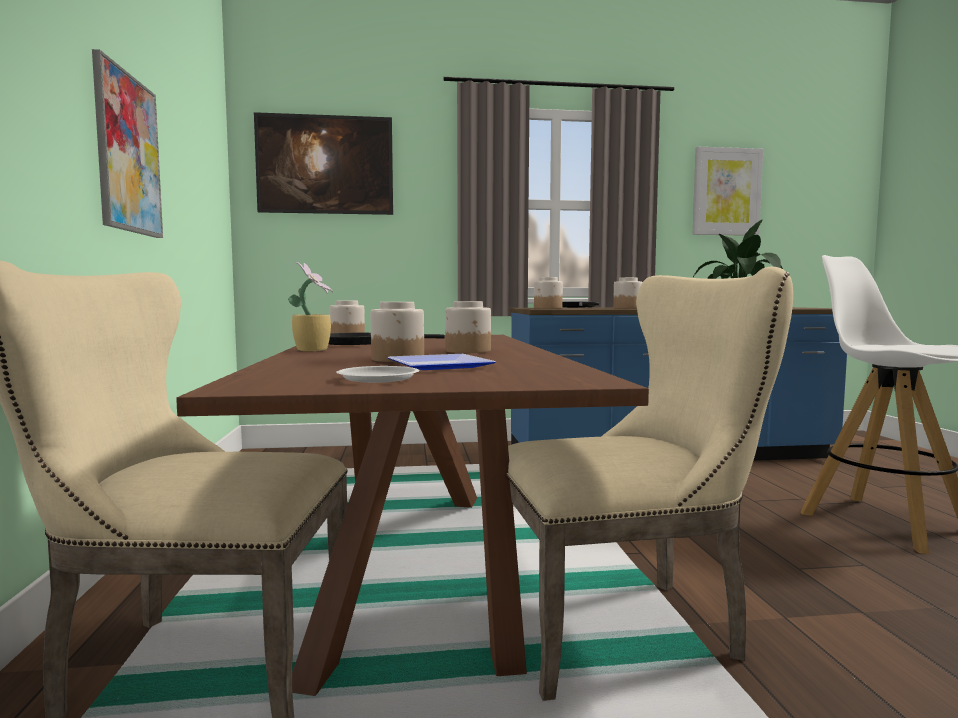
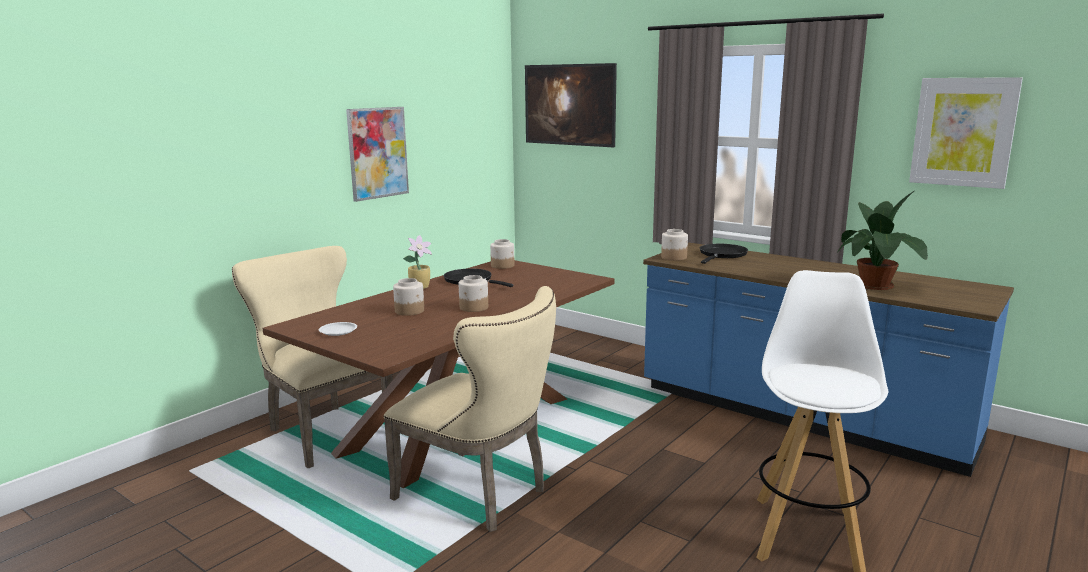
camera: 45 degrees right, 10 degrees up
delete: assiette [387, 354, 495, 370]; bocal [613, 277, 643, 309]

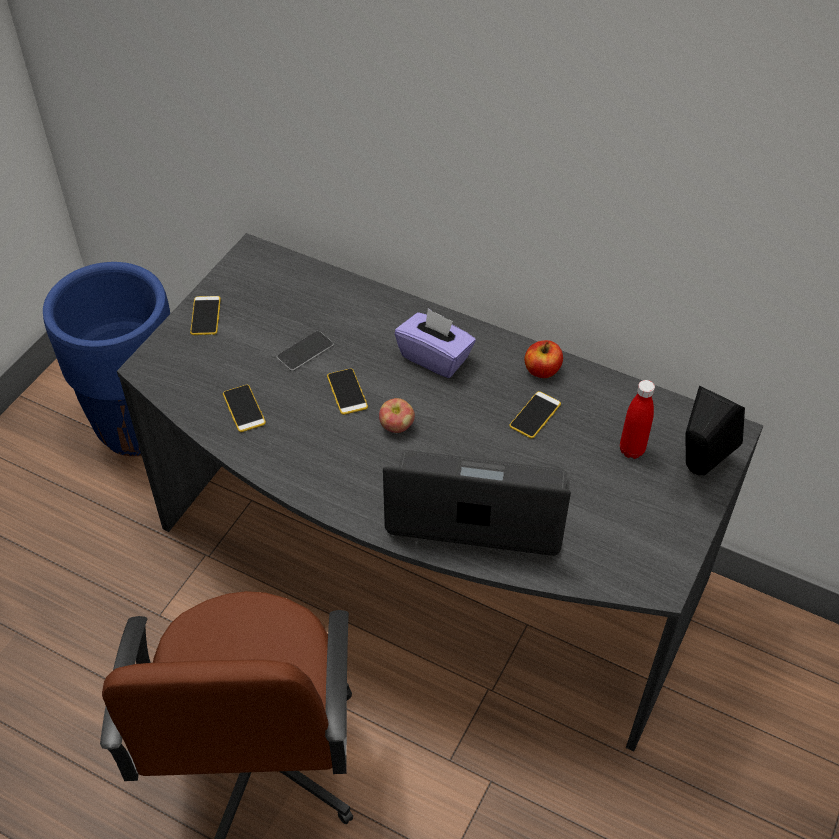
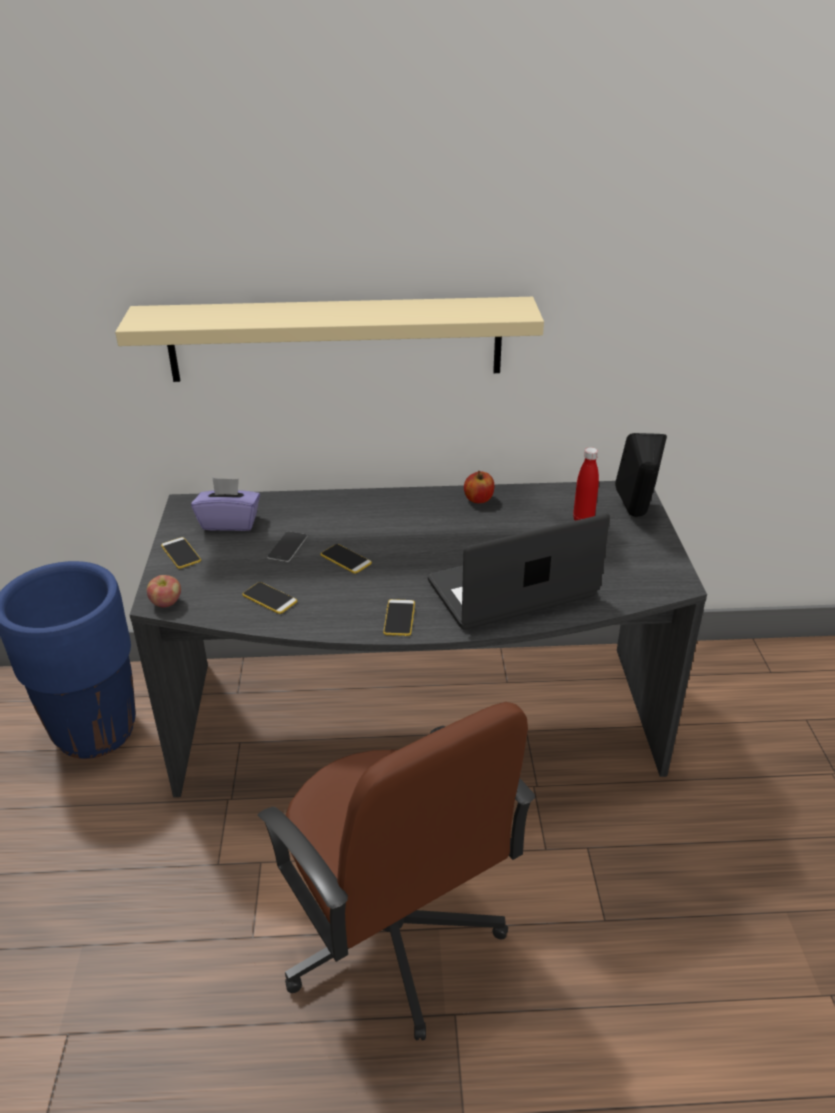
camera: 30 degrees left, 15 degrees down
insert: étagère/beige [115, 297, 544, 382]
move: pomme [379, 398, 415, 433] to [147, 575, 181, 607]; boîte à mouchoirs/violet [395, 308, 476, 378] to [191, 478, 260, 531]; téléphone [509, 391, 561, 438] to [383, 599, 415, 636]

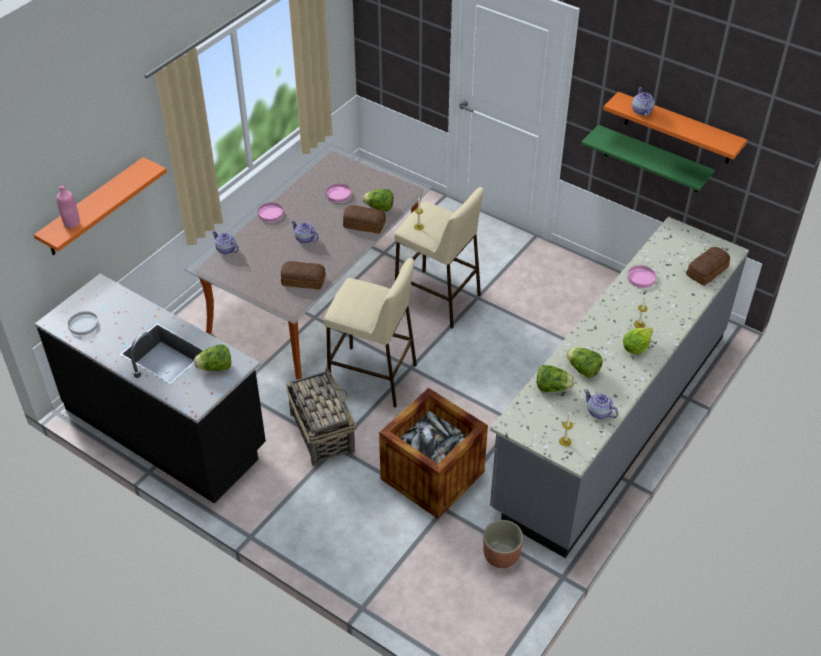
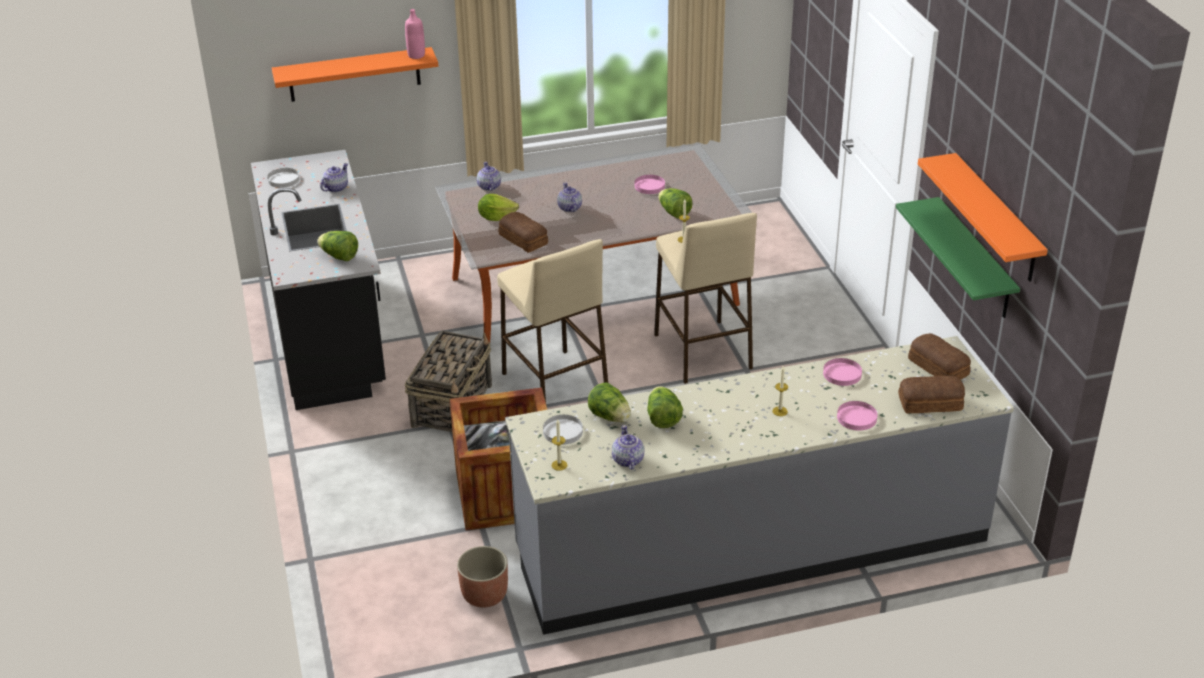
camera: 40 degrees right, 10 degrees down
insert: assiette/blanc [543, 415, 583, 445]
move: bouteille/rose [57, 185, 80, 228] to [405, 9, 425, 59]; assiette/rose [258, 203, 283, 222] to [837, 401, 877, 431]; pain [343, 205, 386, 234] to [908, 333, 971, 380]; laitue [623, 327, 653, 354] to [478, 194, 519, 221]; théière [632, 87, 655, 116] to [320, 163, 348, 192]

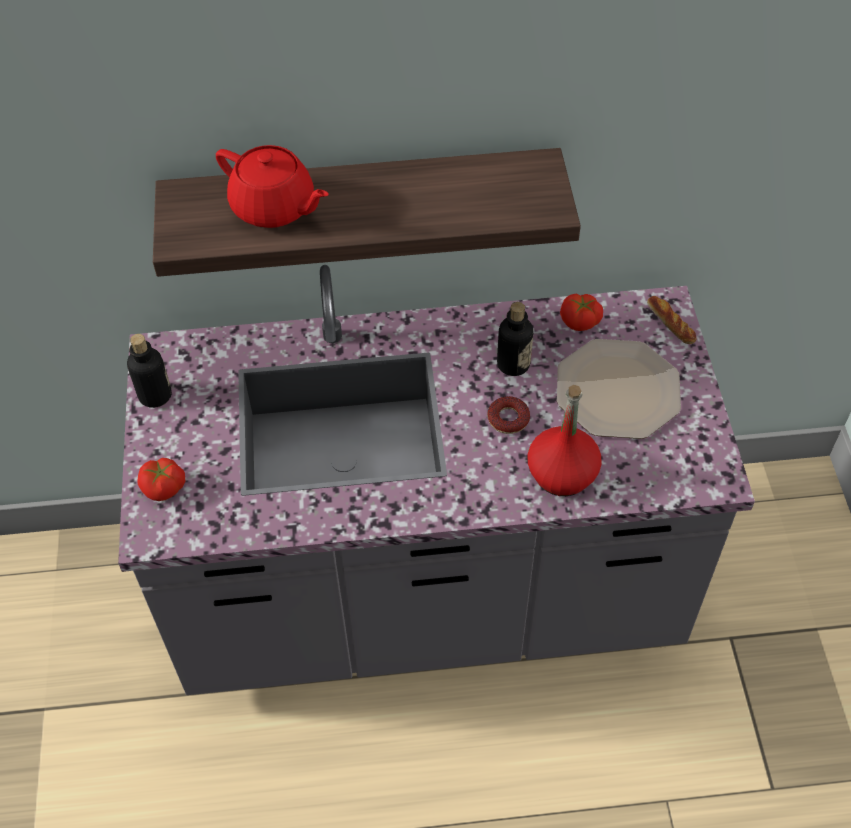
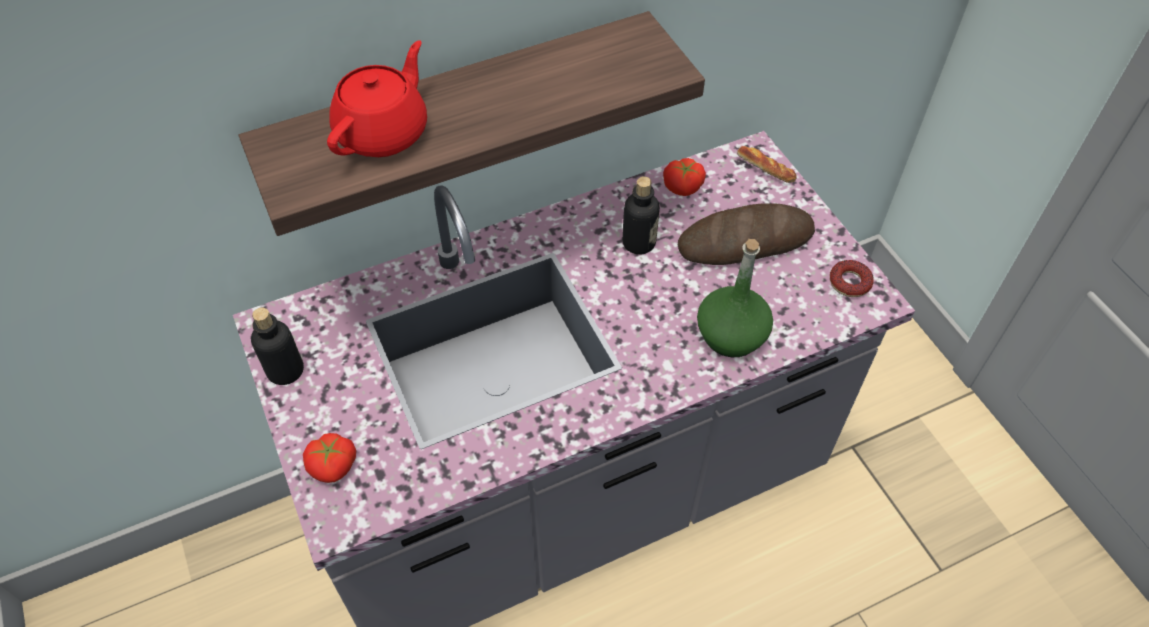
camera: 20 degrees left, 0 degrees up
move: beignet [487, 396, 530, 434] to [830, 260, 874, 297]
replace: assiette [557, 339, 681, 439] to pain [678, 203, 815, 265]
recolor: bouteille/rouge [528, 385, 602, 496] to bouteille/vert [697, 239, 773, 357]
rotate: théière/rouge [216, 145, 329, 228] = [327, 41, 427, 157] 75 degrees counterclockwise

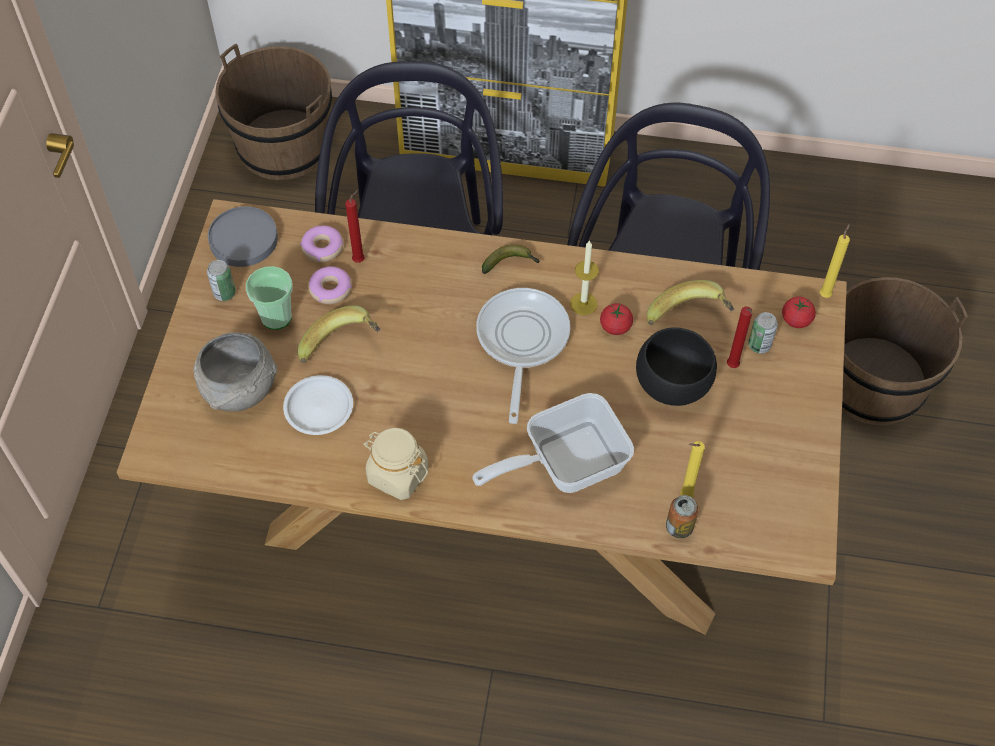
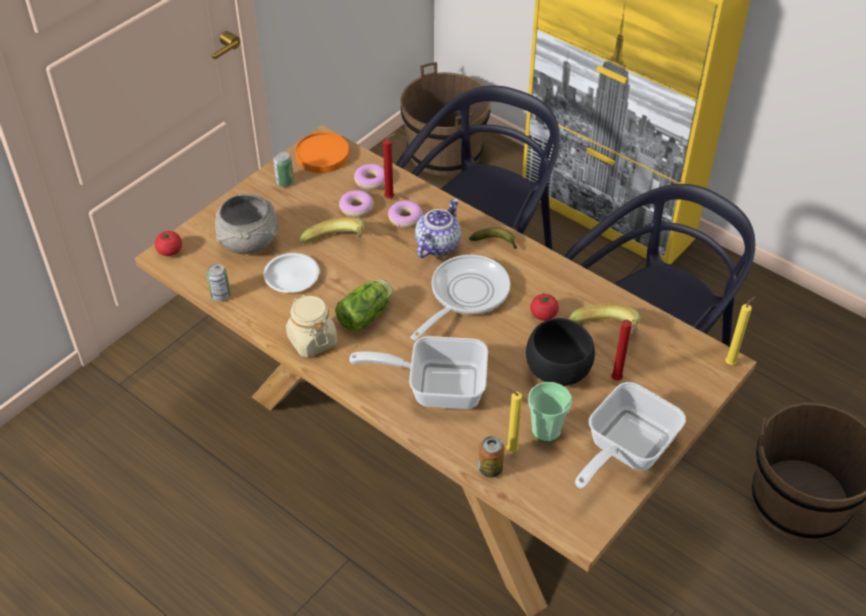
camera: 30 degrees right, 10 degrees down
delete: bougie [570, 240, 599, 315]
insert: laitue [335, 280, 393, 332]; beignet [388, 200, 423, 228]; théière [415, 199, 461, 258]; poêle [575, 382, 686, 489]
move: tasse [246, 266, 293, 330] to [528, 382, 572, 442]; boîte métallique [748, 312, 778, 354] to [207, 264, 230, 301]; tomate [782, 297, 816, 328] to [155, 231, 182, 256]
recolor: assiette/gris [208, 206, 278, 267] to assiette/orange [295, 132, 349, 173]

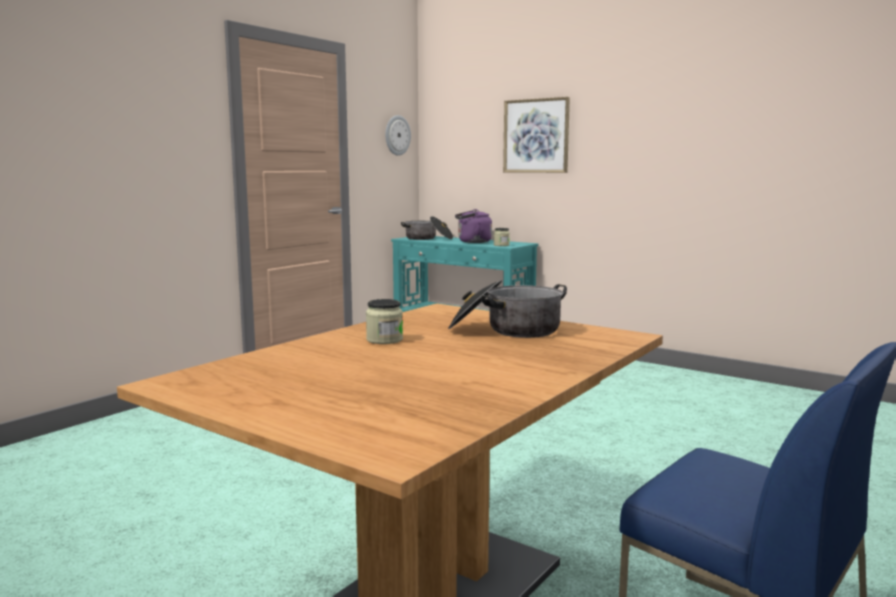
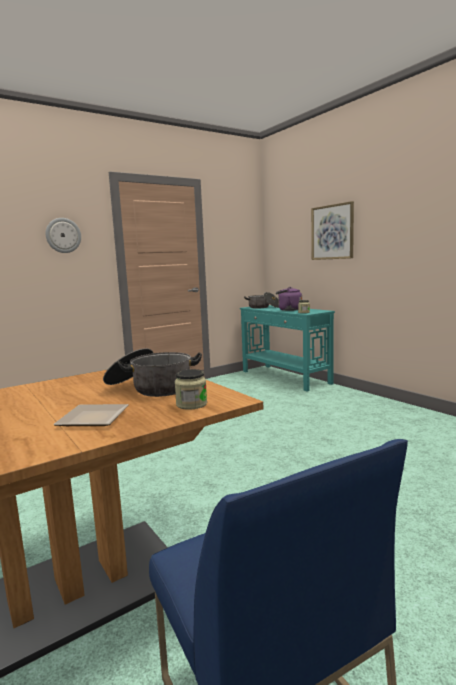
camera: 20 degrees right, 0 degrees up
insert: assiette [53, 404, 128, 426]
move: bocal [366, 299, 403, 344] to [175, 369, 207, 410]; horloge murale [385, 115, 411, 156] to [46, 218, 81, 253]

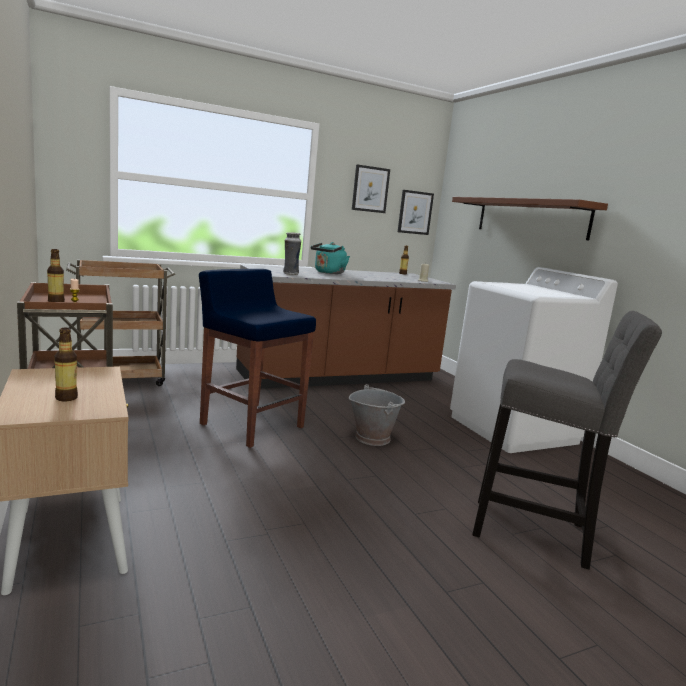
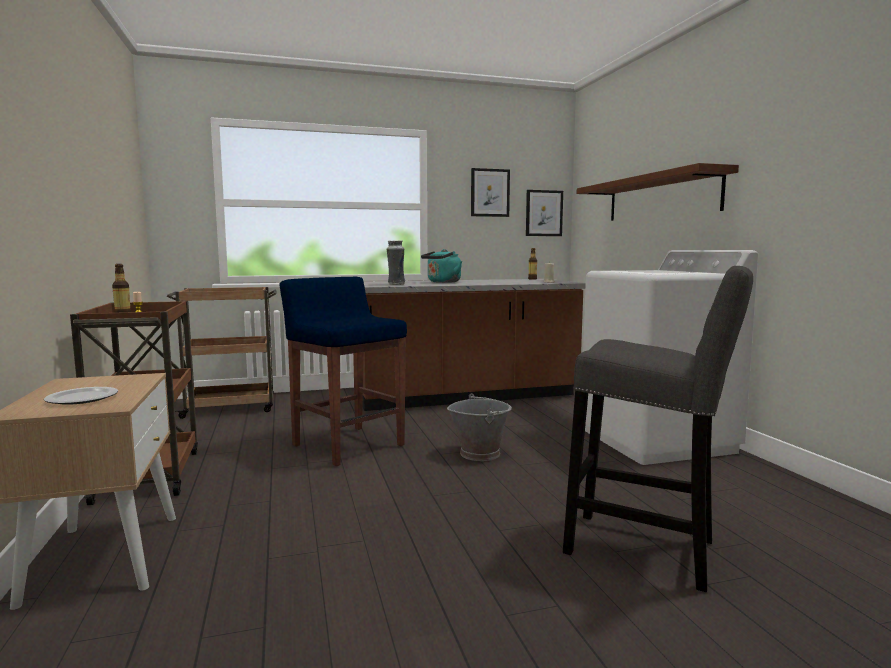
camera: 10 degrees right, 5 degrees down
replace: bouteille [54, 328, 78, 401] to assiette [44, 387, 118, 405]

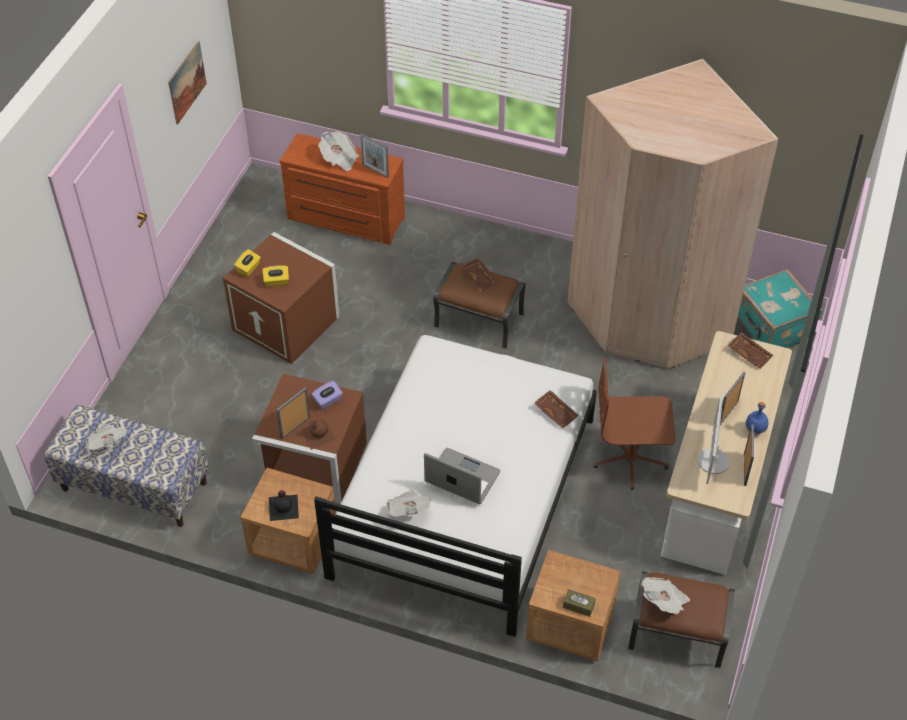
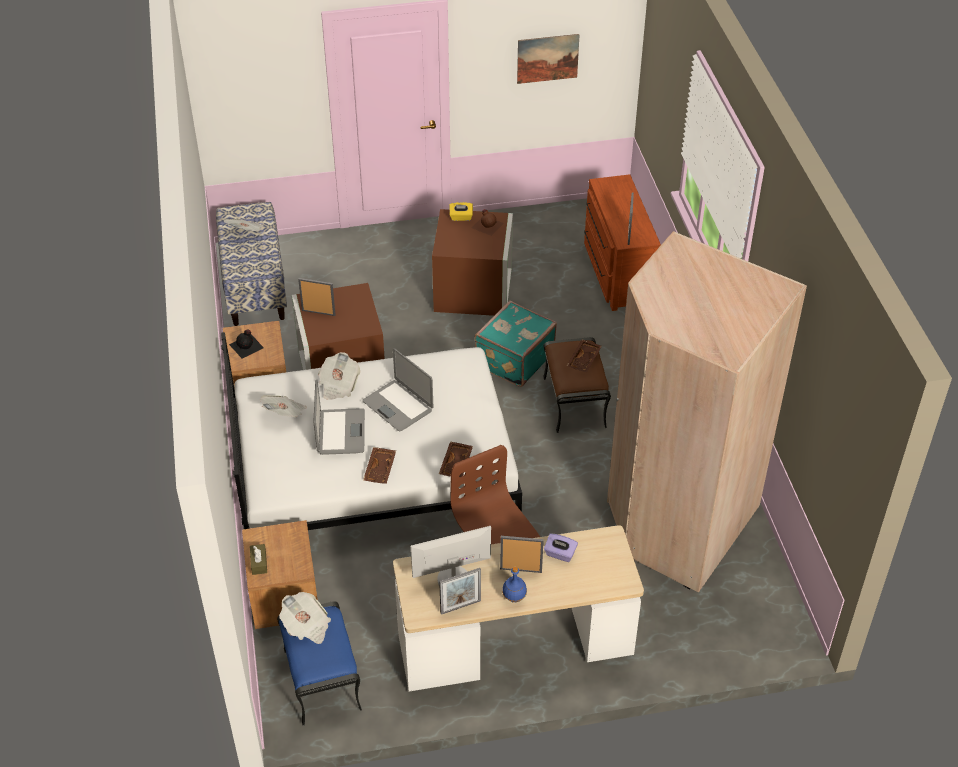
camera: 60 degrees right, 5 degrees down
delete: boîte à mouchoirs/jaune [262, 265, 289, 287]
insert: ordinateur portable [363, 348, 433, 431]
move: bouteille/marron [300, 420, 336, 450] to [472, 209, 504, 236]; boîte à mouchoirs/violet [311, 381, 343, 409] to [544, 533, 578, 562]; journal [318, 131, 359, 171] to [318, 352, 360, 400]; plateau/marron [728, 332, 774, 369] to [363, 447, 396, 484]; valise/turquoise [737, 269, 822, 349] to [475, 300, 557, 387]
recolor: pouf/marron [628, 571, 735, 668] to pouf/bleu [277, 601, 362, 726]

